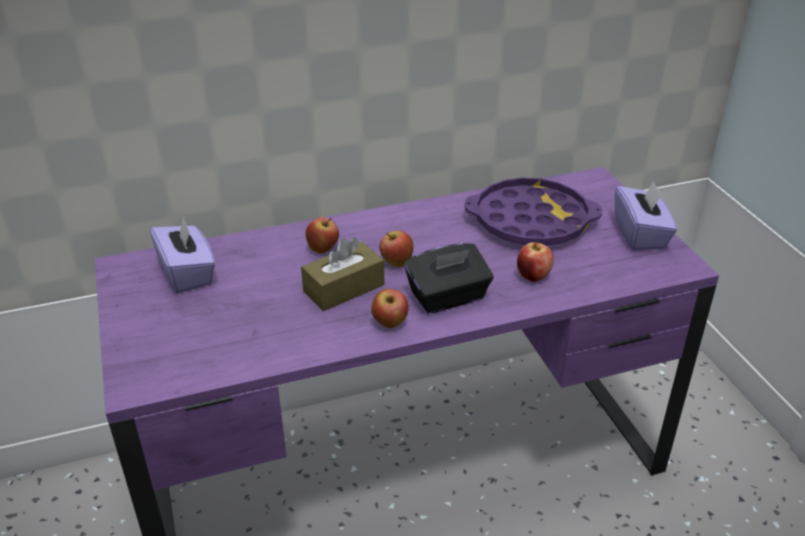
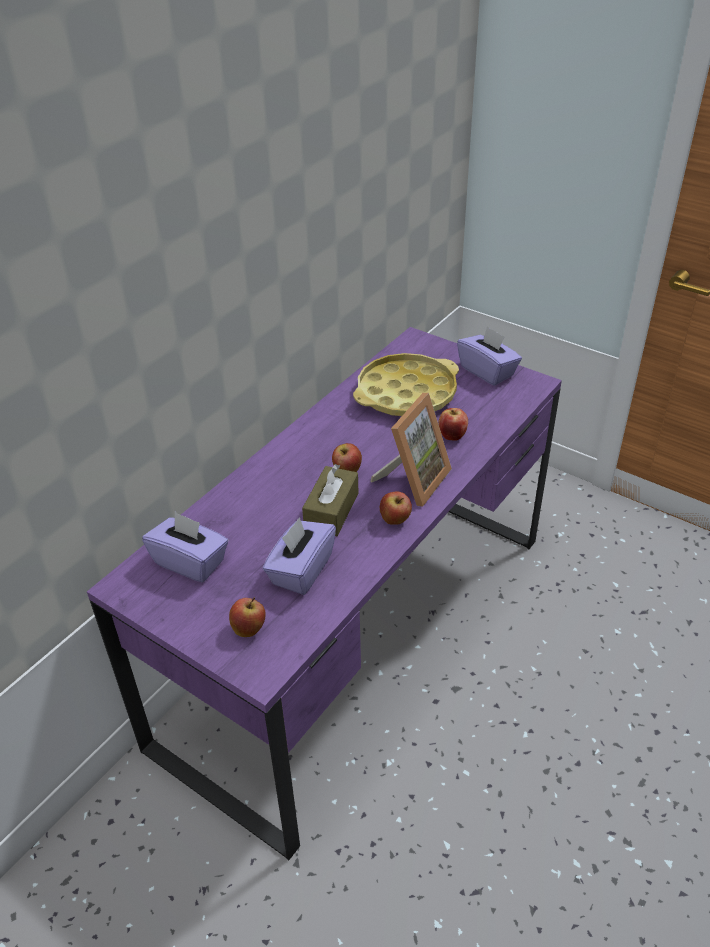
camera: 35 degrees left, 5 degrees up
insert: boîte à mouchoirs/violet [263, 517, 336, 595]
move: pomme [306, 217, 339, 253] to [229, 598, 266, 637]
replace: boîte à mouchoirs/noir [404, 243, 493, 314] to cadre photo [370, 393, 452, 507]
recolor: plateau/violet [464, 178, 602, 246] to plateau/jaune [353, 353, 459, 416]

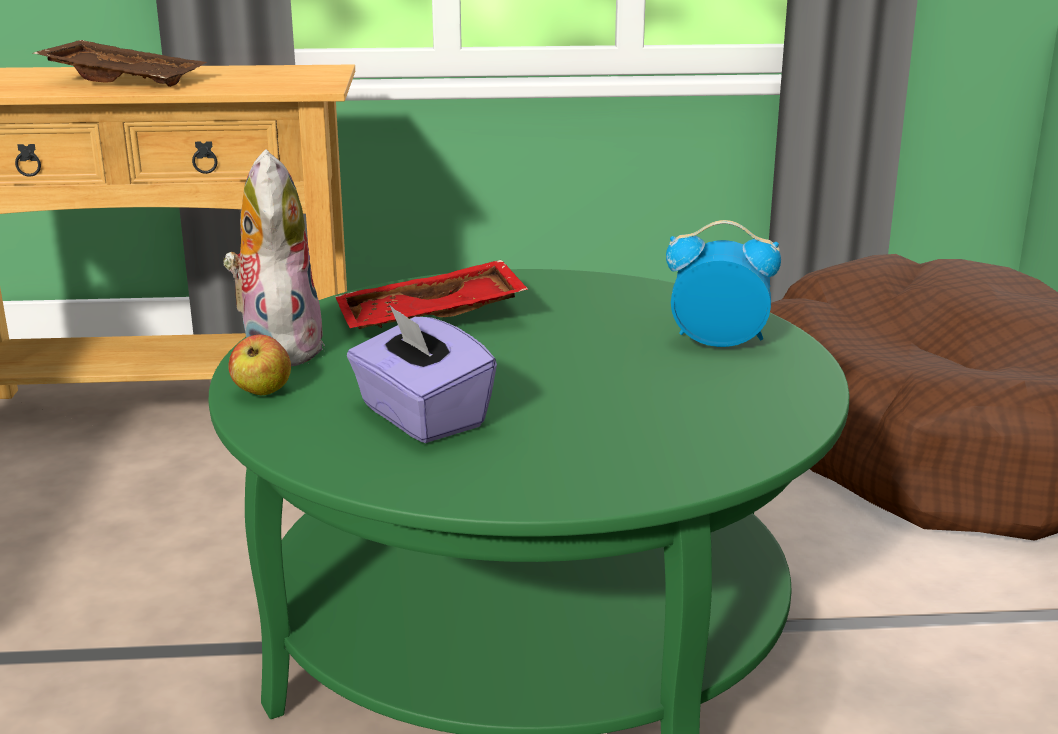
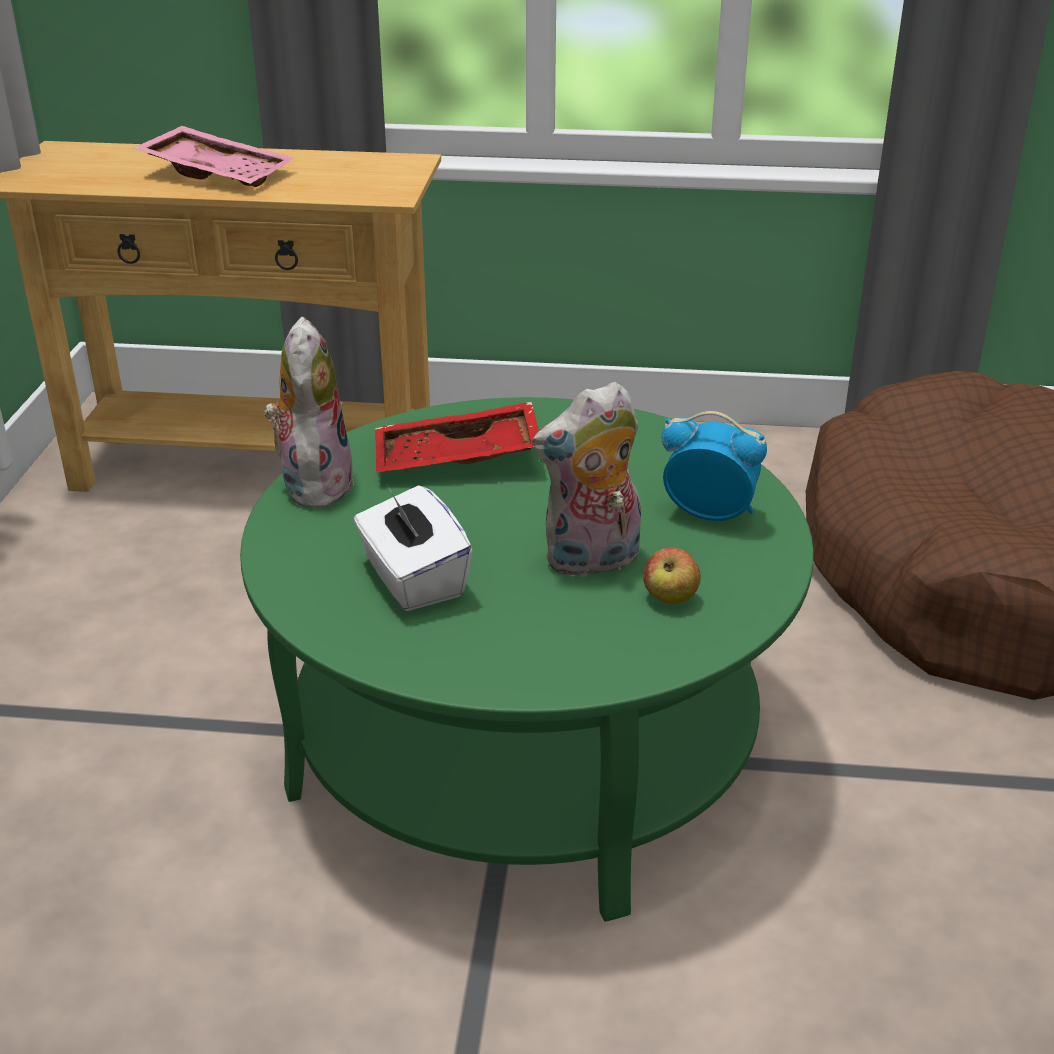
camera: 10 degrees right, 10 degrees up
insert: peluche [532, 381, 641, 578]
move: pomme [228, 334, 291, 395] to [643, 547, 701, 604]
recolor: plateau/marron [33, 40, 207, 87] to plateau/rose [134, 126, 294, 187]; boîte à mouchoirs/violet [347, 304, 497, 443] to boîte à mouchoirs/blanc [354, 485, 472, 611]

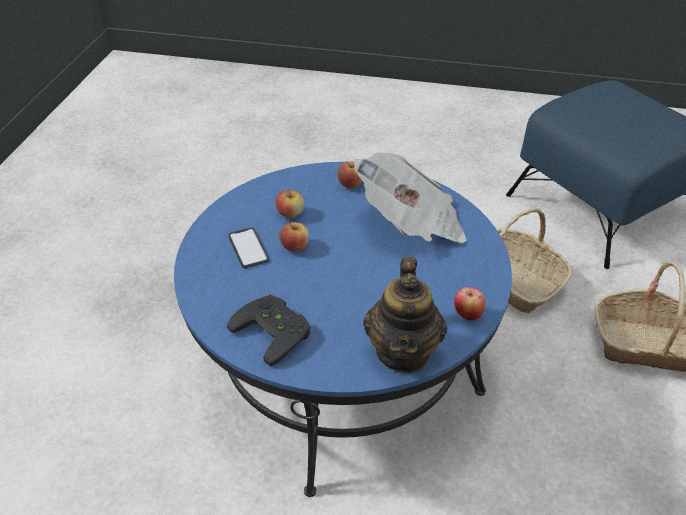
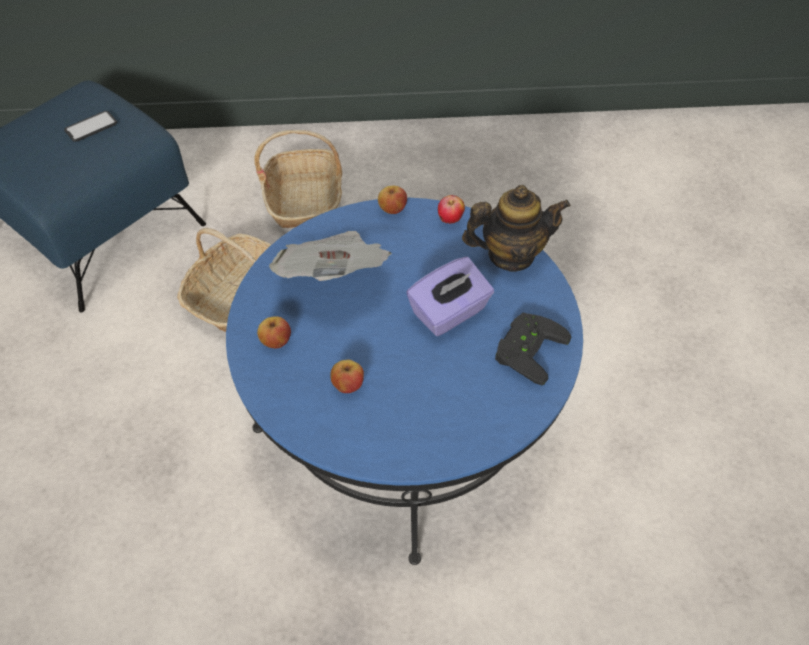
camera: 105 degrees left, 10 degrees up
insert: boîte à mouchoirs/violet [407, 257, 494, 336]
move: téléphone [228, 228, 269, 268] to [64, 111, 117, 142]; pomme [279, 222, 309, 252] to [378, 186, 407, 214]

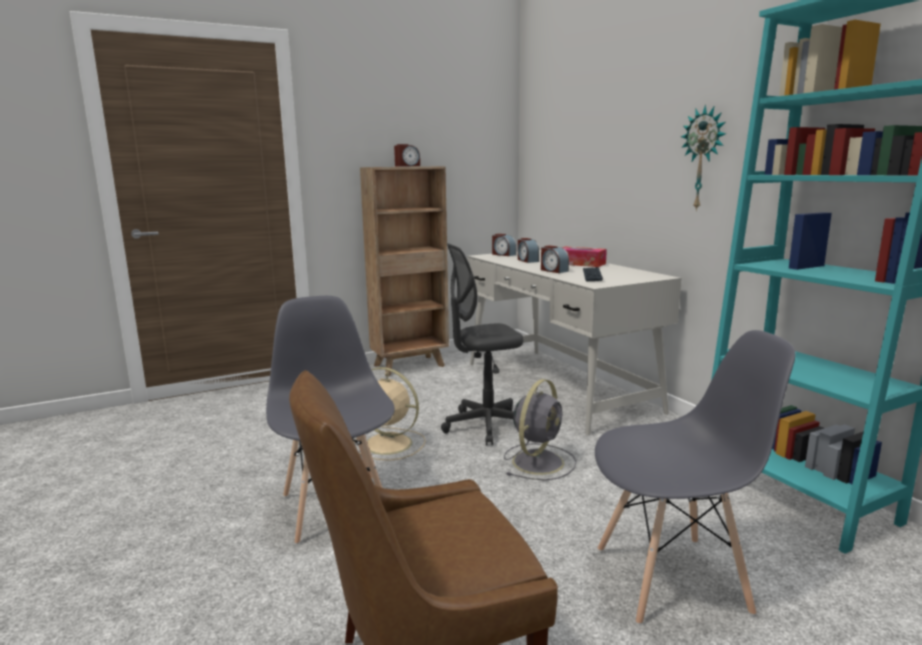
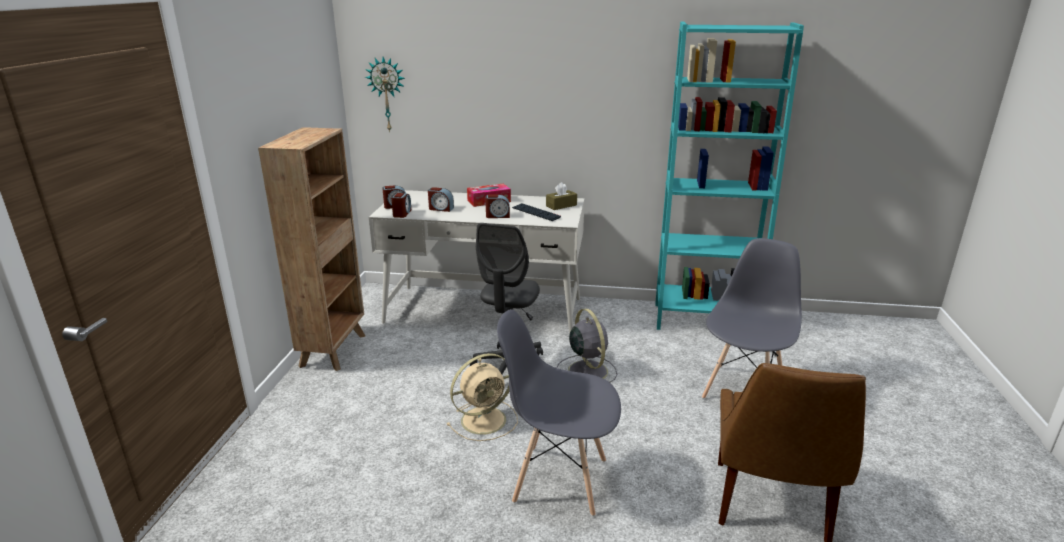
camera: 55 degrees left, 10 degrees up
insert: boîte à mouchoirs/marron [546, 182, 577, 210]
move: réveil [394, 144, 420, 167] to [391, 193, 411, 218]; horloge murale [681, 105, 726, 211] to [365, 57, 405, 132]

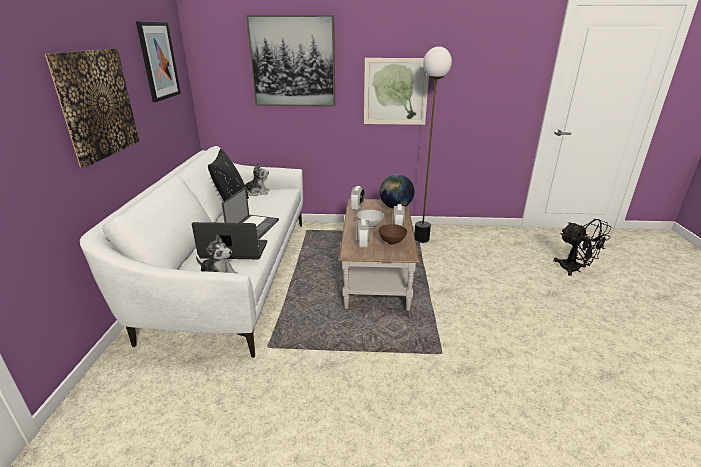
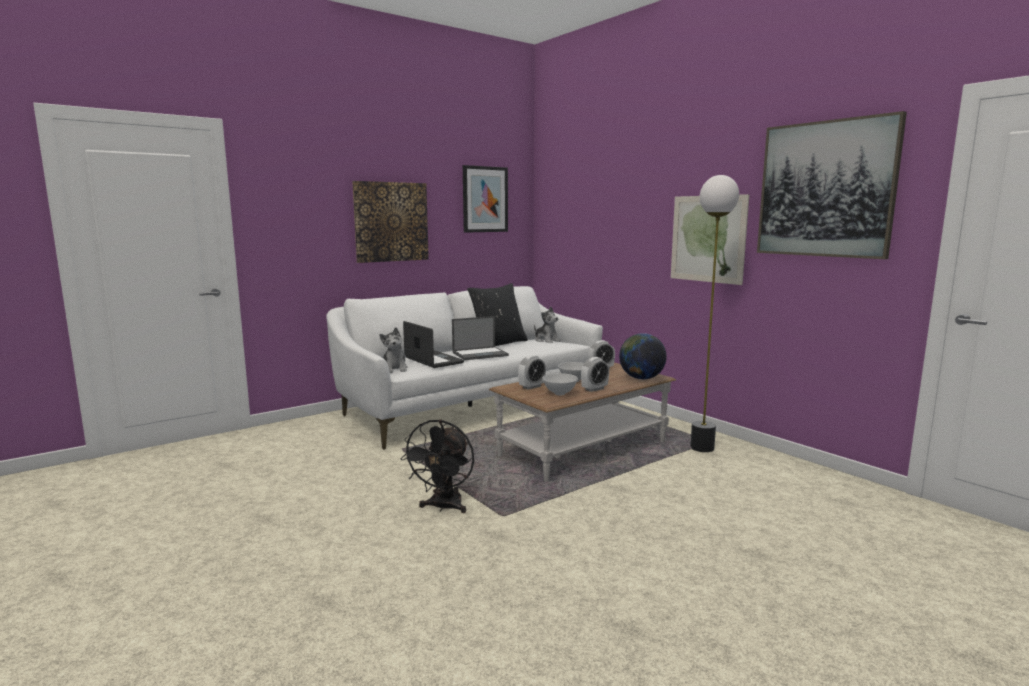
camera: 50 degrees right, 15 degrees down
move: tableau [246, 15, 335, 107] to [757, 111, 907, 259]; ventilateur/noir [553, 219, 612, 276] to [401, 419, 474, 513]
recolor: bol/marron [378, 224, 407, 245] to bol/blanc [542, 373, 578, 395]

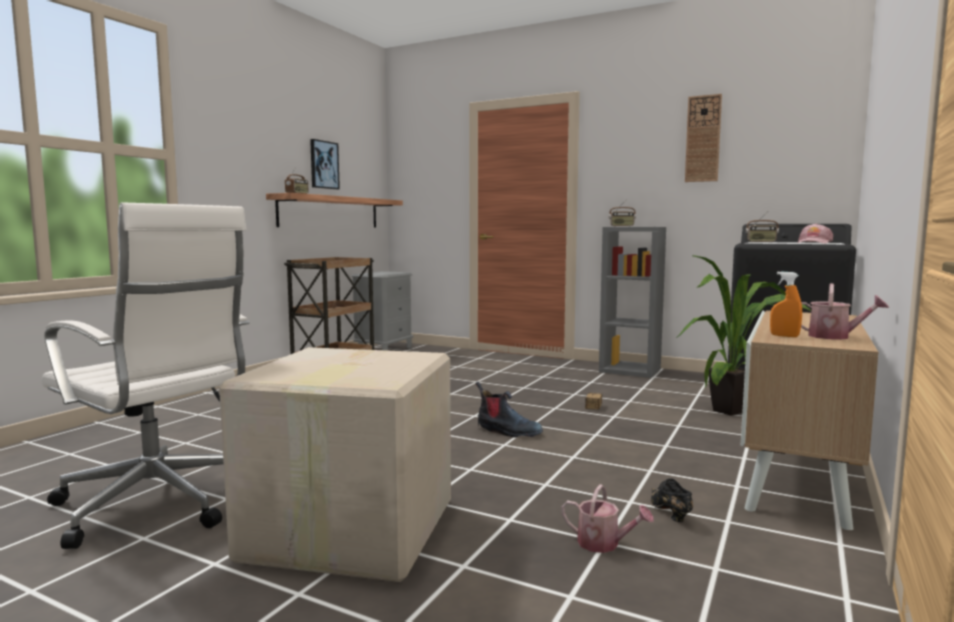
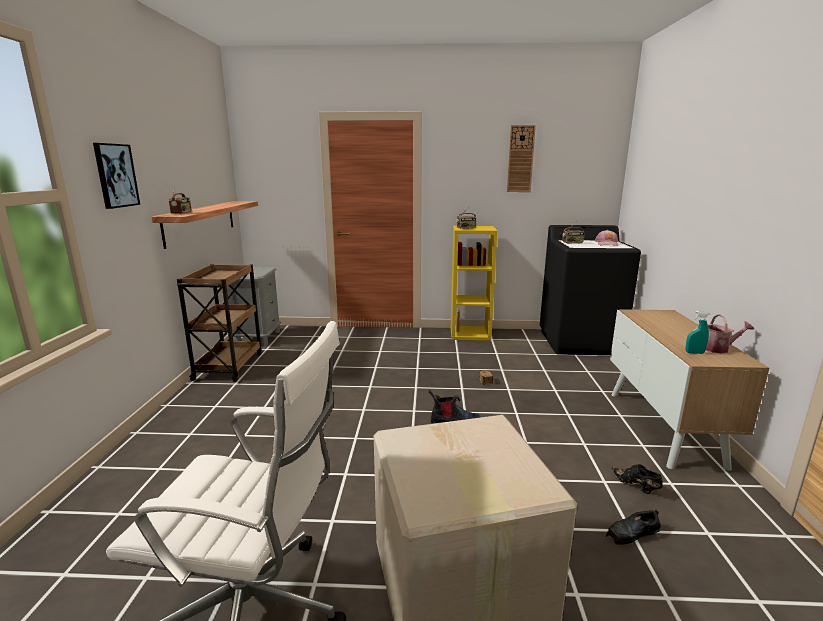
camera: 25 degrees left, 10 degrees up
delete: plante en pot [676, 255, 811, 416]
move: tableau [310, 139, 340, 189] to [93, 143, 140, 209]
replace: arrosoir [561, 484, 654, 553] to chaussure/noir [606, 509, 661, 545]
recolor: bibliothèque/gris [599, 227, 666, 378] to bibliothèque/jaune [451, 226, 497, 341]; vaporisateur/orange [770, 271, 802, 337] to vaporisateur/turquoise [685, 311, 709, 354]

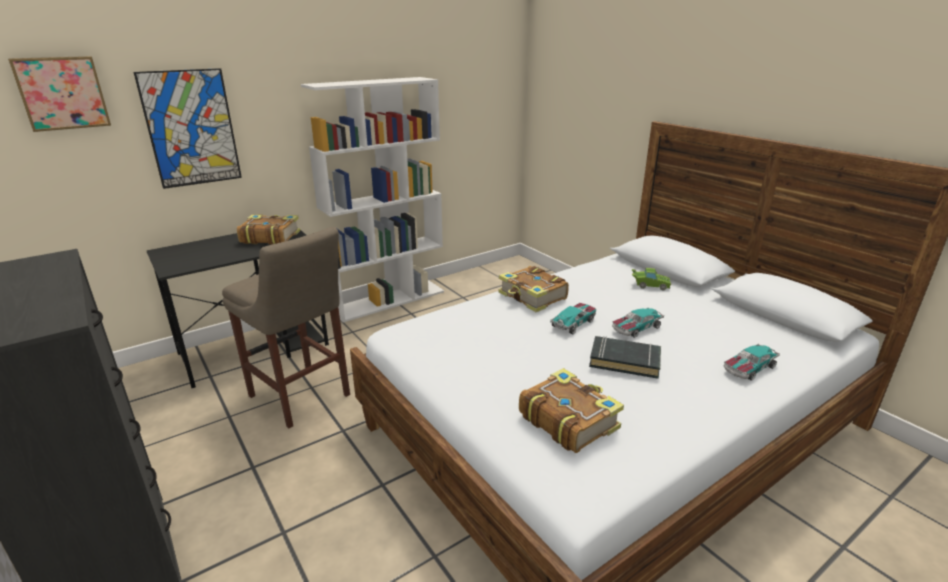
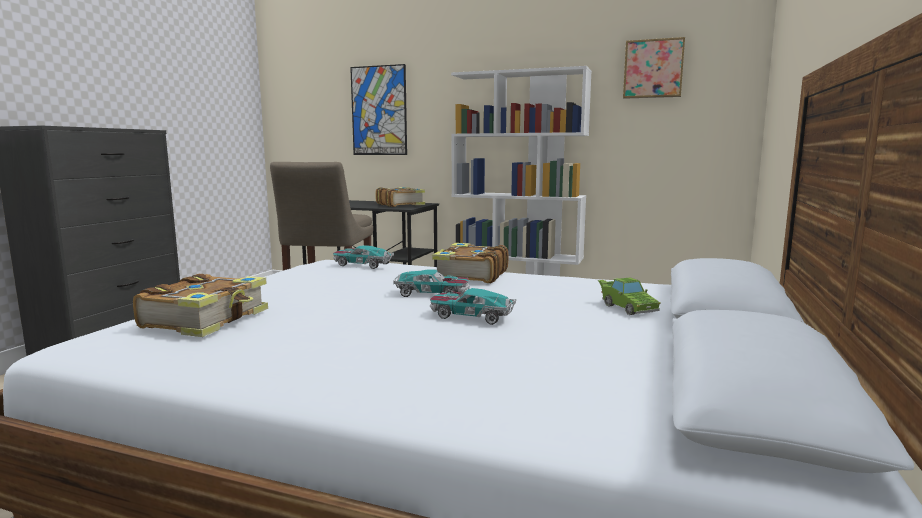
camera: 55 degrees right, 15 degrees down
delete: livre/noir [589, 336, 661, 379]
move: tableau [8, 56, 111, 132] to [623, 37, 685, 99]; petite voiture [724, 343, 780, 381] to [333, 245, 394, 269]

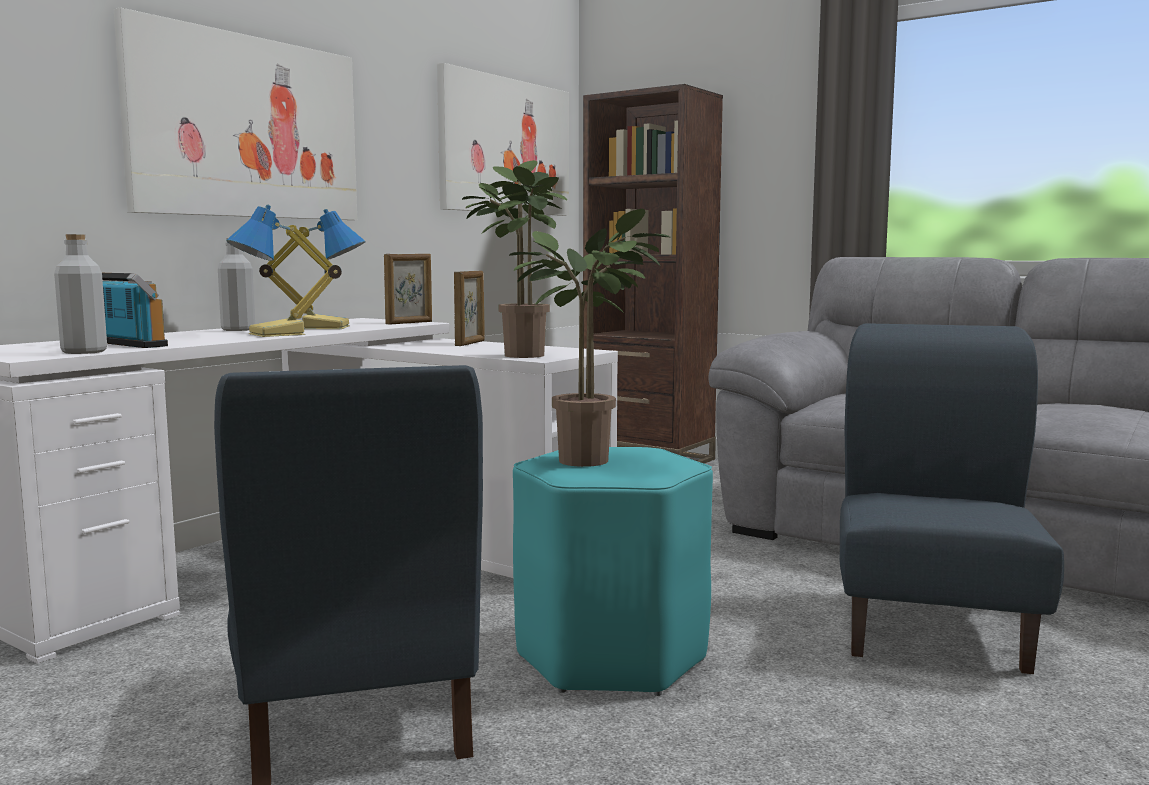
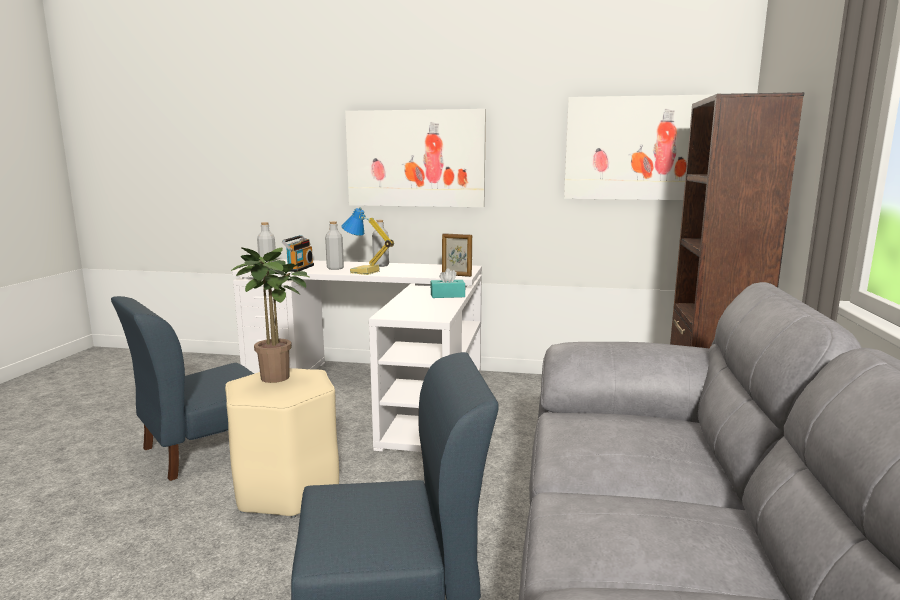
camera: 65 degrees right, 5 degrees up
delete: lampe de table [259, 209, 366, 329]; plante en pot [462, 160, 567, 358]
insert: bouteille/gris [325, 221, 344, 270]
replace: cadre photo [454, 271, 485, 346] to boîte à mouchoirs/turquoise [430, 268, 465, 298]
recolor: tabouret/turquoise [513, 447, 713, 696] to tabouret/beige [225, 368, 339, 518]

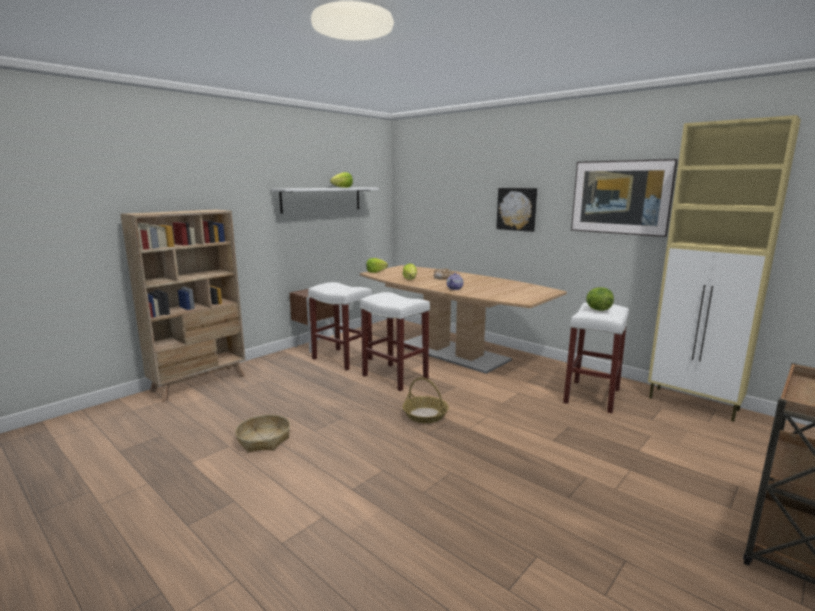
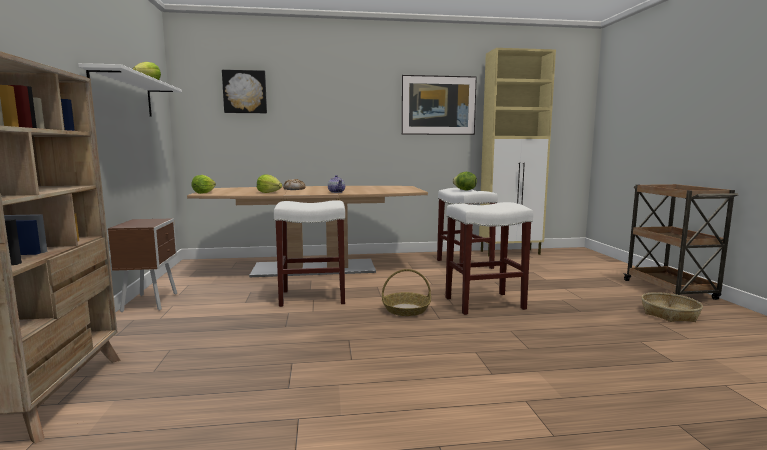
camera: 50 degrees left, 5 degrees down
move: panier [235, 415, 290, 452] to [641, 292, 703, 322]; tabouret/blanc [308, 282, 373, 370] to [445, 202, 533, 315]; tableau [496, 188, 537, 232] to [222, 70, 267, 113]

